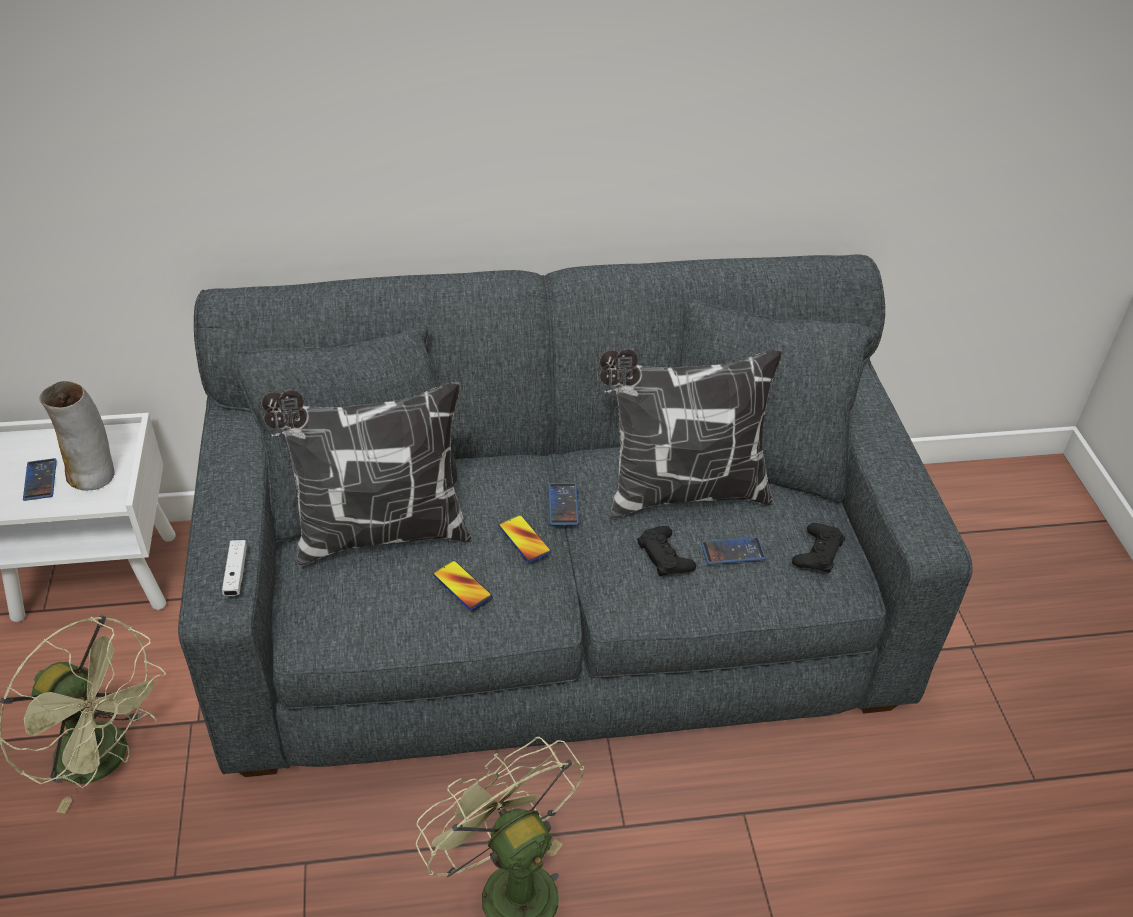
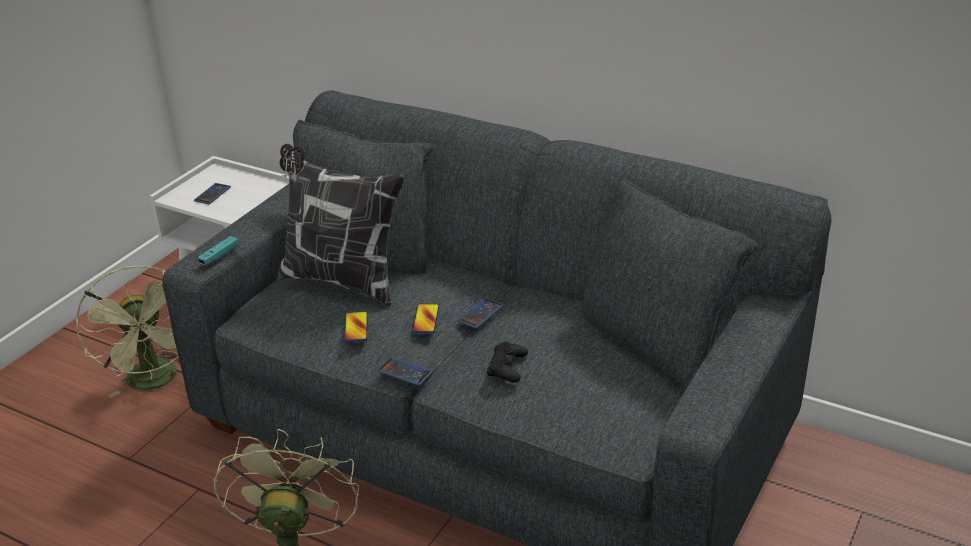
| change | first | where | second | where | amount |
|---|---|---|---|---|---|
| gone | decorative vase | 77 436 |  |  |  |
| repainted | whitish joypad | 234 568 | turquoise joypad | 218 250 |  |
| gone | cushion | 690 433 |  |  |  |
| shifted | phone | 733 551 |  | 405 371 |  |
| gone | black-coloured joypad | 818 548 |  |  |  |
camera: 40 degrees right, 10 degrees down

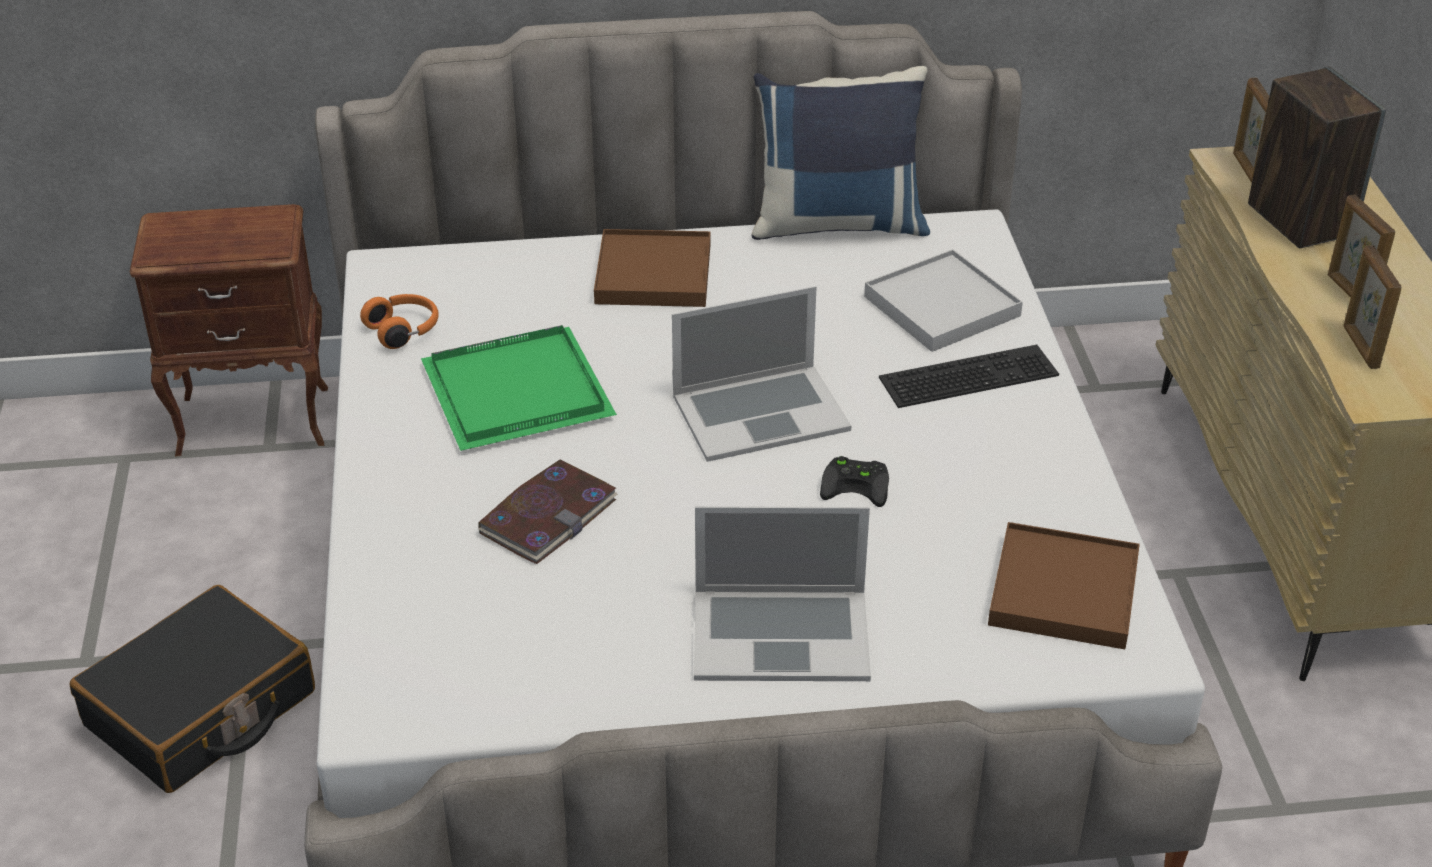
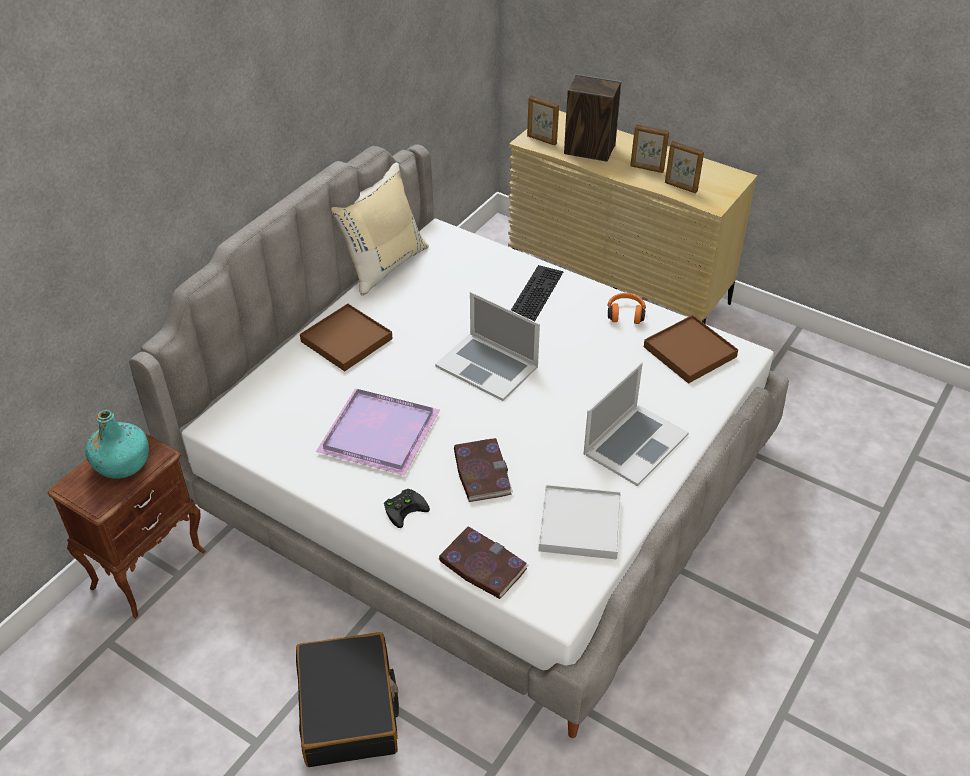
| change | first | where | second | where | amount |
|---|---|---|---|---|---|
| shifted | orange-coloured pair of headphones | 399 321 |  | 627 308 |  |
| repainted | greenish serving tray | 519 388 | purple-coloured serving tray | 378 432 |  |
| rotated | laptop | 761 374 |  | 487 346 | 105 degrees clockwise |
| repainted | bluish cushion | 840 153 | beige cushion | 380 229 |  |
| shifted | black-coloured joypad | 854 481 |  | 407 508 |  |
| shifted | whitish serving tray | 943 300 |  | 579 522 |  |
| new |  |  | turquoise bottle | 117 444 |  |
| new |  |  | book | 484 562 |  |
camera: 50 degrees left, 5 degrees up

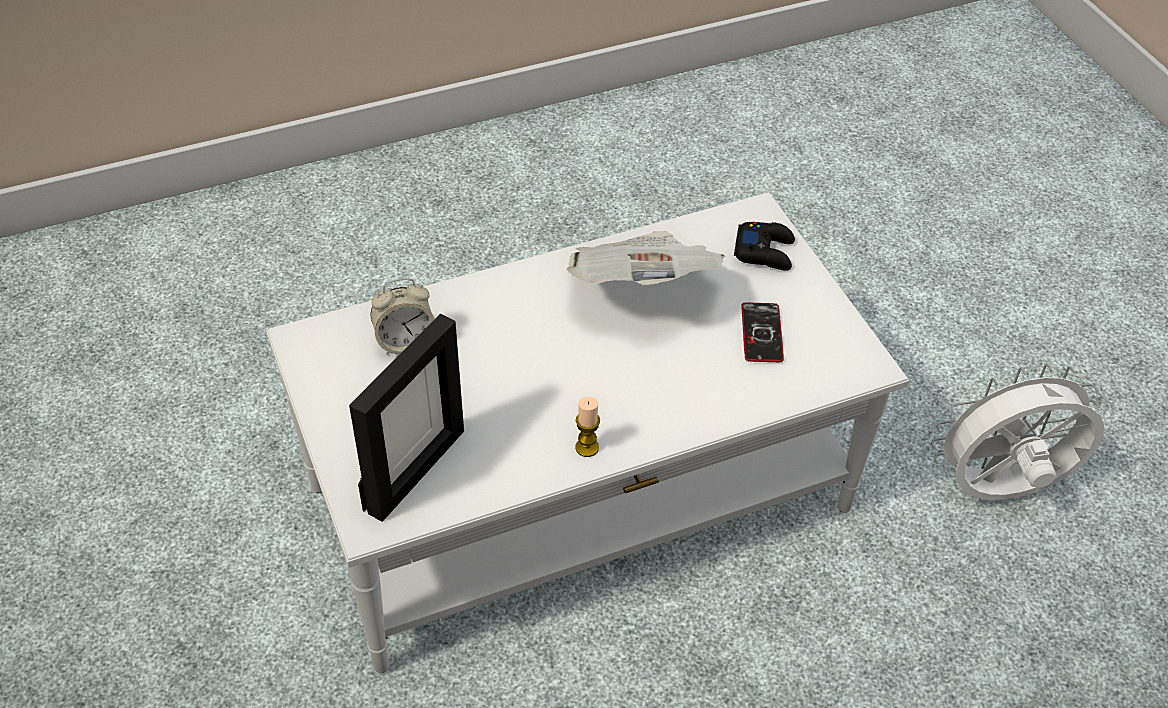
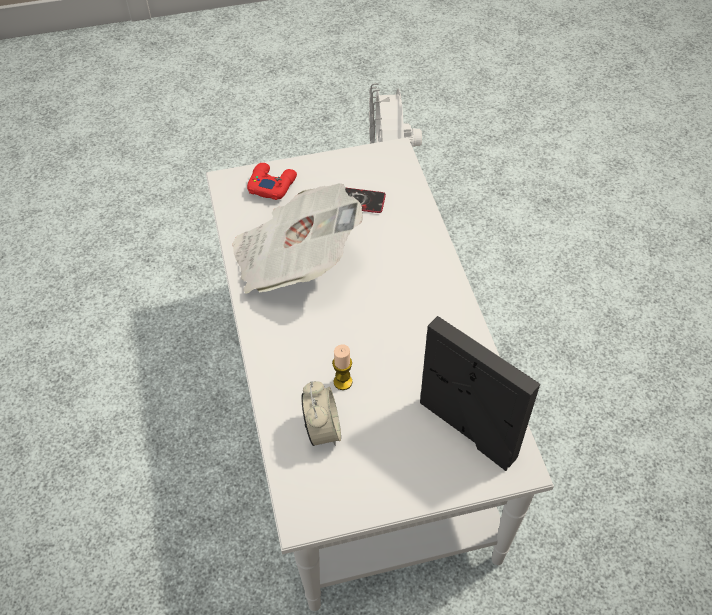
| change | first | where | second | where | amount |
|---|---|---|---|---|---|
| shifted | wax candle | 587 427 |  | 342 367 |  |
| repainted | black-coloured joypad | 764 246 | red joypad | 272 181 |  |
camera: 80 degrees left, 5 degrees up

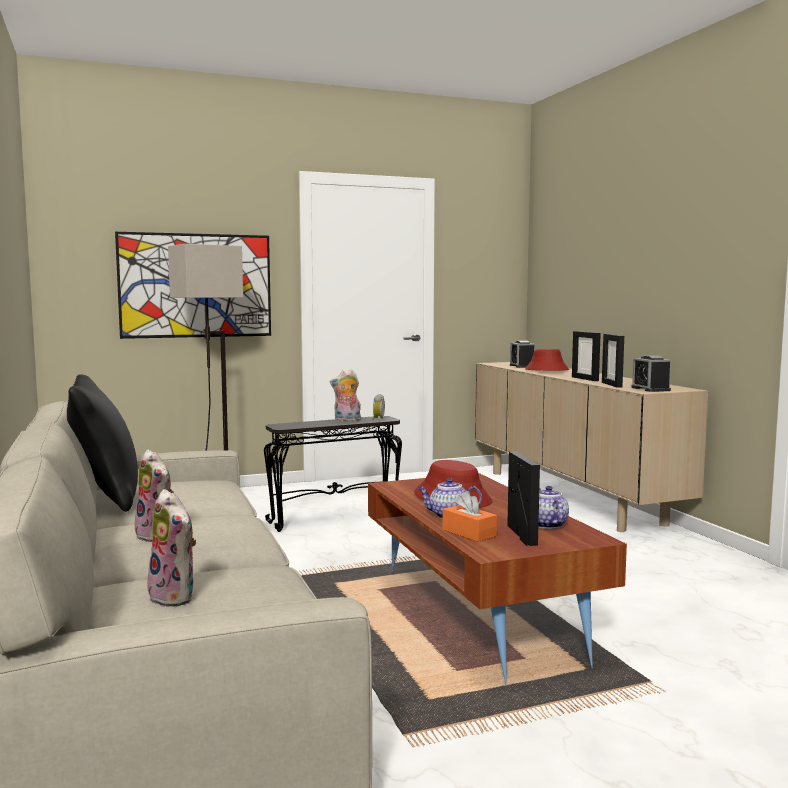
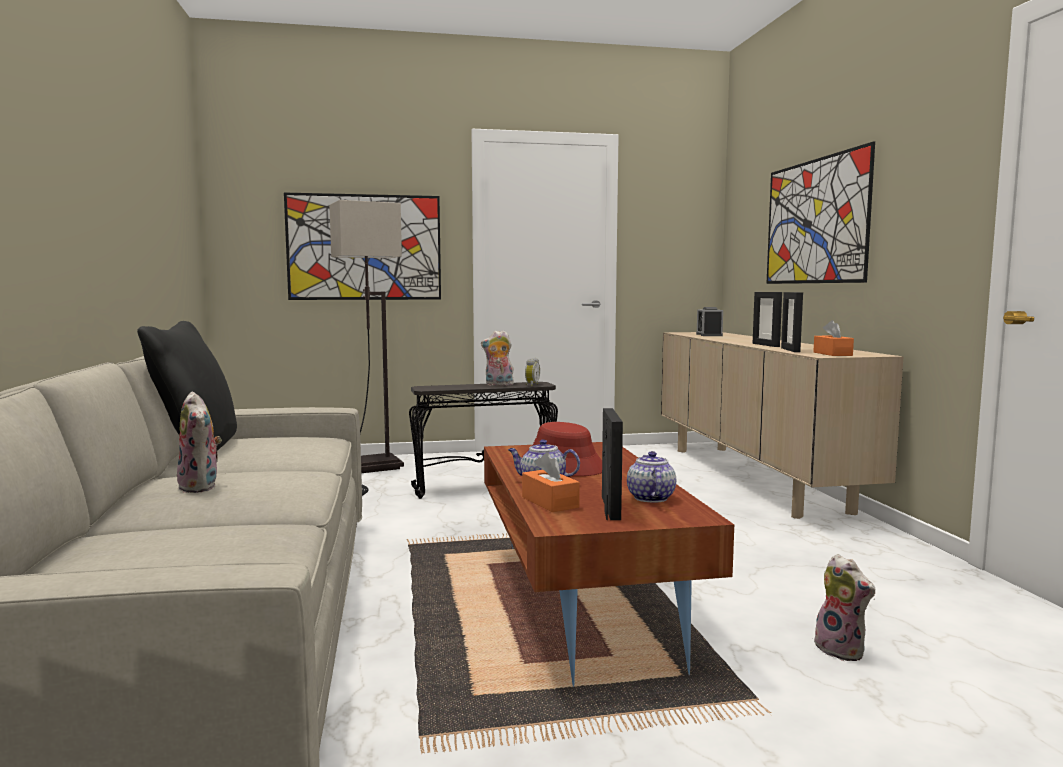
| change | first | where | second | where | amount |
|---|---|---|---|---|---|
| shifted | plush toy | 170 548 |  | 843 607 |  |
| gone | red hat | 547 360 |  |  |  |
| swapped | table clock | 651 373 | orange-coloured tissue holder | 833 338 |  |
| new |  |  | wall picture | 820 213 |  |
camera: 10 degrees right, 0 degrees up

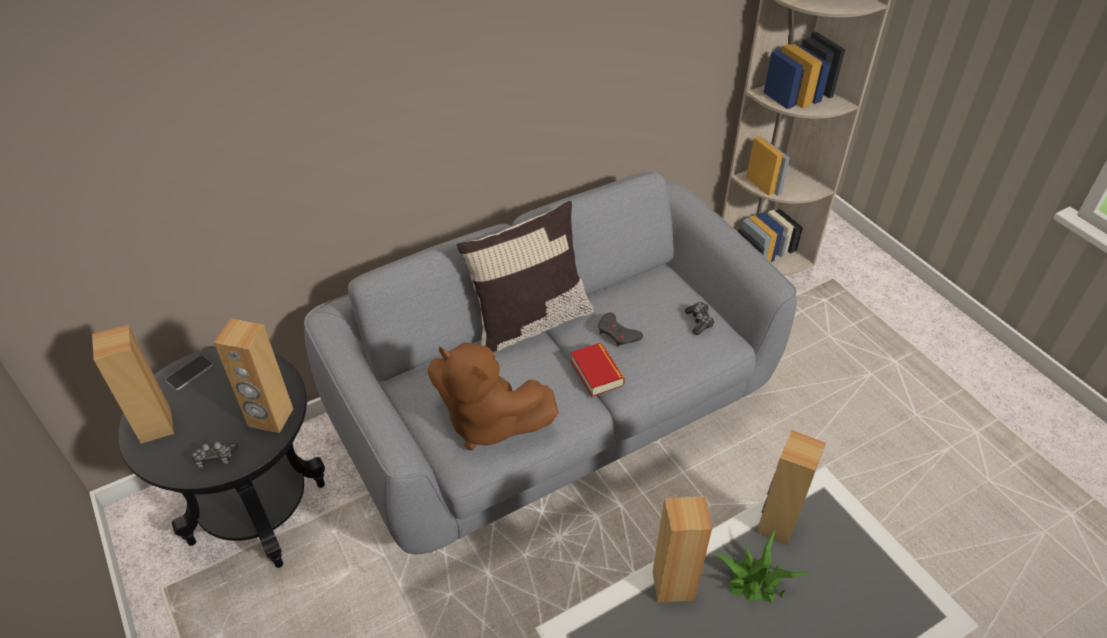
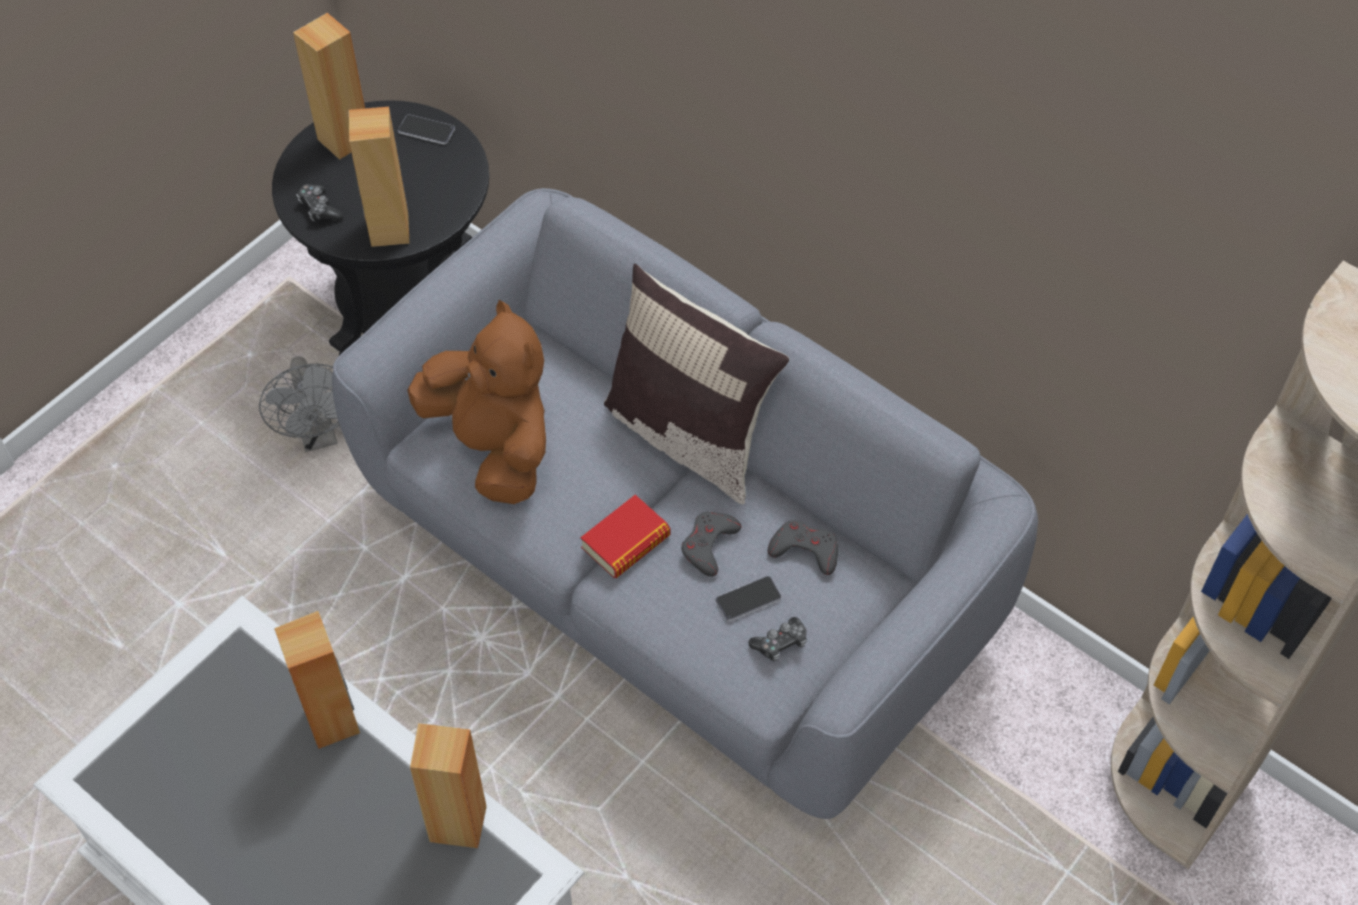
| change | first | where | second | where | amount |
|---|---|---|---|---|---|
| rotated | brown-coloured plush toy | 493 396 |  | 476 402 | 135 degrees clockwise |
| gone | houseplant | 762 566 |  |  |  |
| new |  |  | grey electric fan | 299 404 |  |
| new |  |  | phone | 749 598 |  |
| new |  |  | grey joypad | 803 547 |  |
camera: 70 degrees right, 10 degrees up

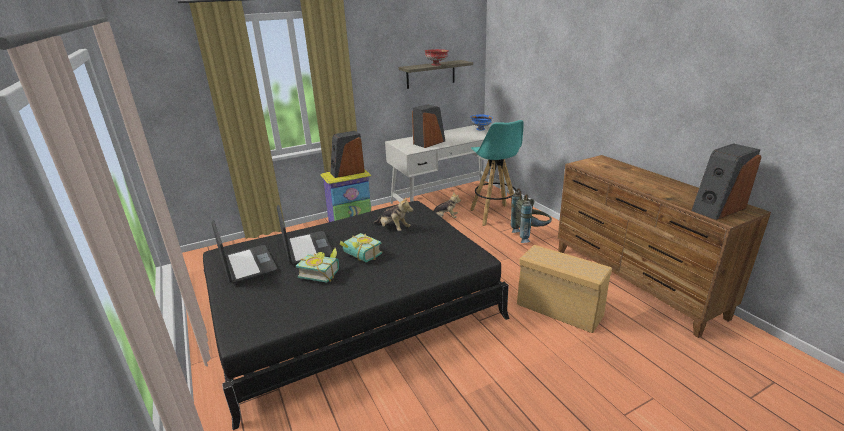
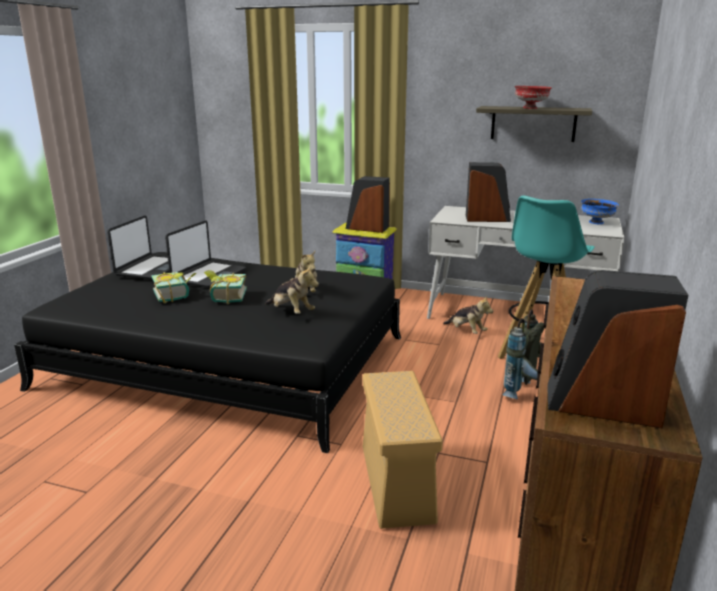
| change | first | where | second | where | amount |
|---|---|---|---|---|---|
| new |  |  | plush toy | 292 290 |  |
camera: 45 degrees right, 5 degrees down

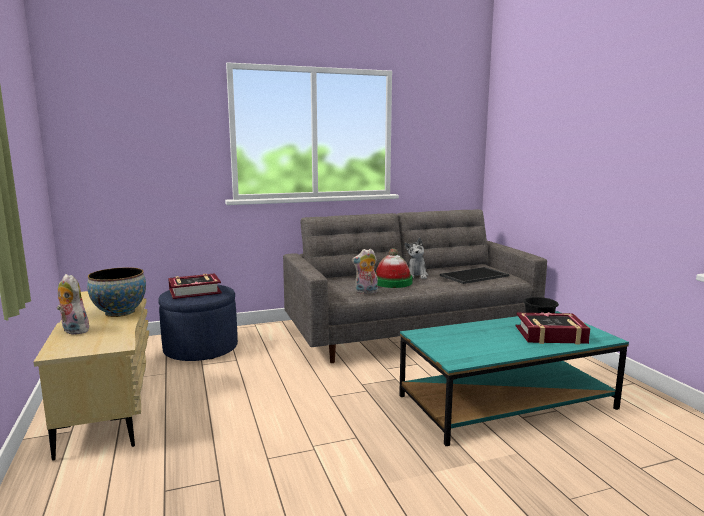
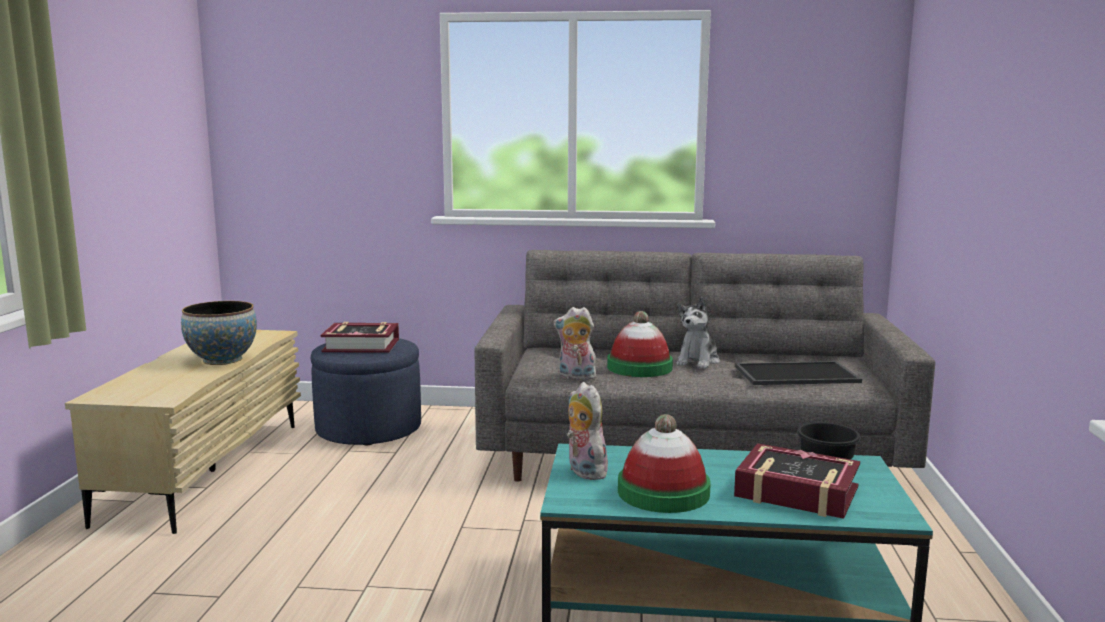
| change | first | where | second | where | amount |
|---|---|---|---|---|---|
| shifted | plush toy | 73 304 |  | 587 431 |  |
| new |  |  | hat | 664 463 |  |
camera: 25 degrees right, 0 degrees up

